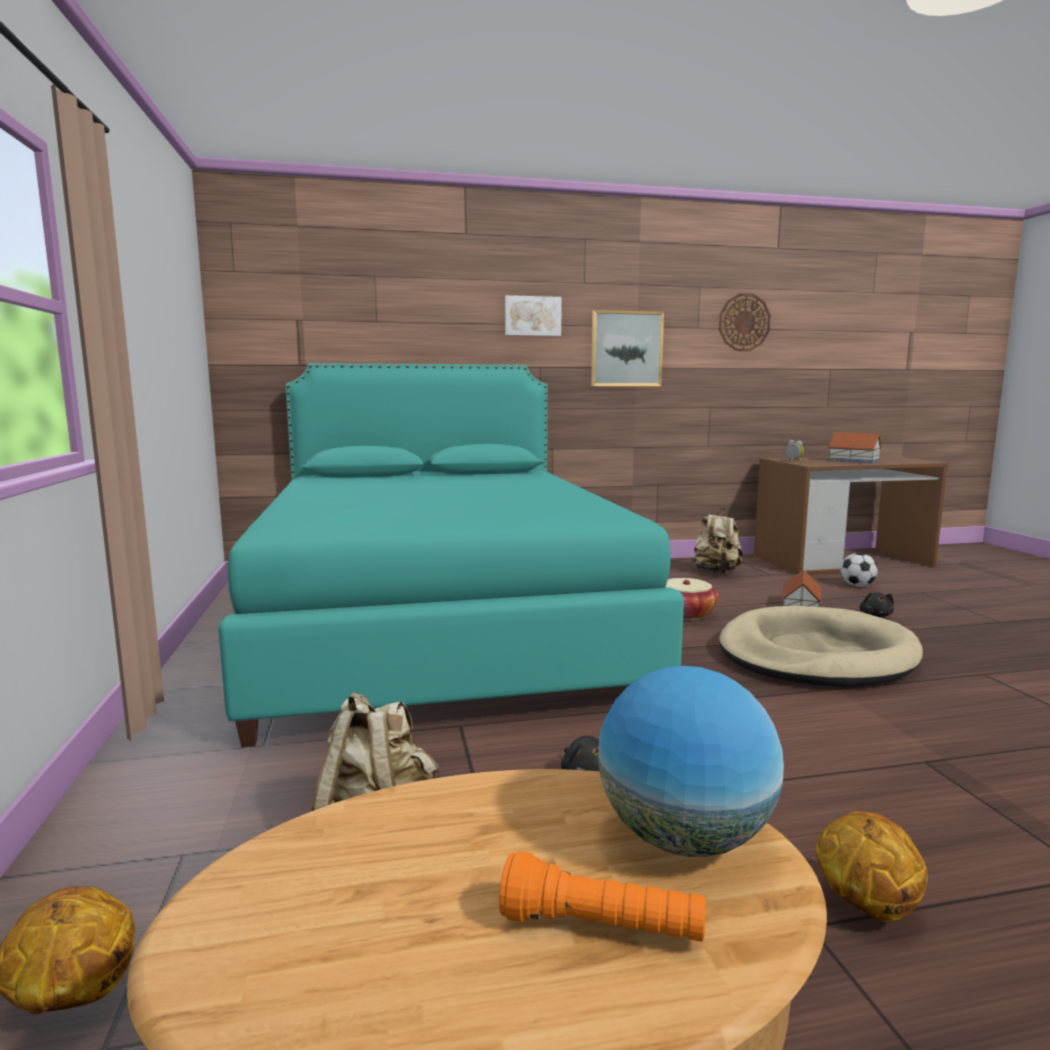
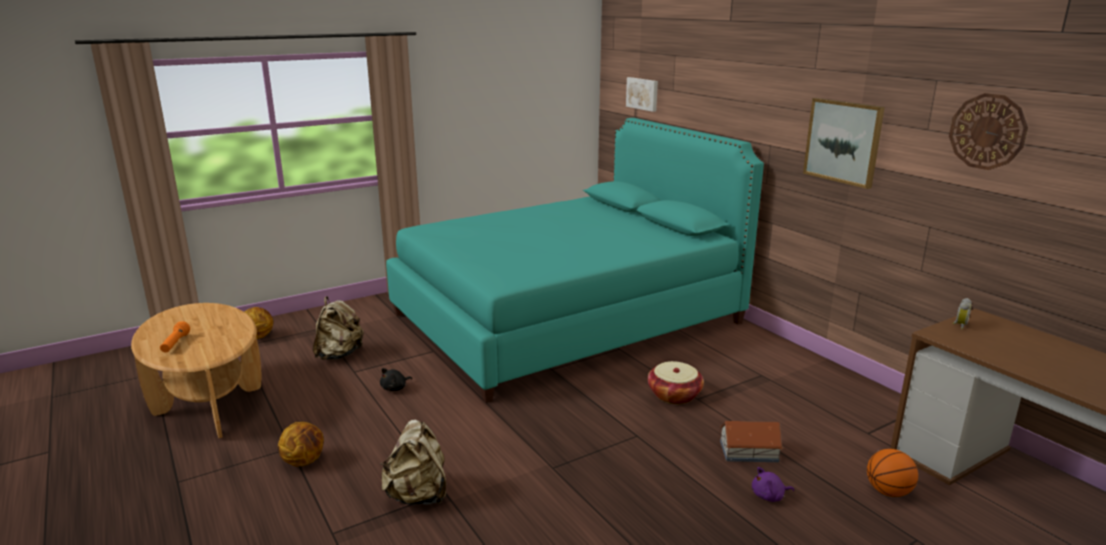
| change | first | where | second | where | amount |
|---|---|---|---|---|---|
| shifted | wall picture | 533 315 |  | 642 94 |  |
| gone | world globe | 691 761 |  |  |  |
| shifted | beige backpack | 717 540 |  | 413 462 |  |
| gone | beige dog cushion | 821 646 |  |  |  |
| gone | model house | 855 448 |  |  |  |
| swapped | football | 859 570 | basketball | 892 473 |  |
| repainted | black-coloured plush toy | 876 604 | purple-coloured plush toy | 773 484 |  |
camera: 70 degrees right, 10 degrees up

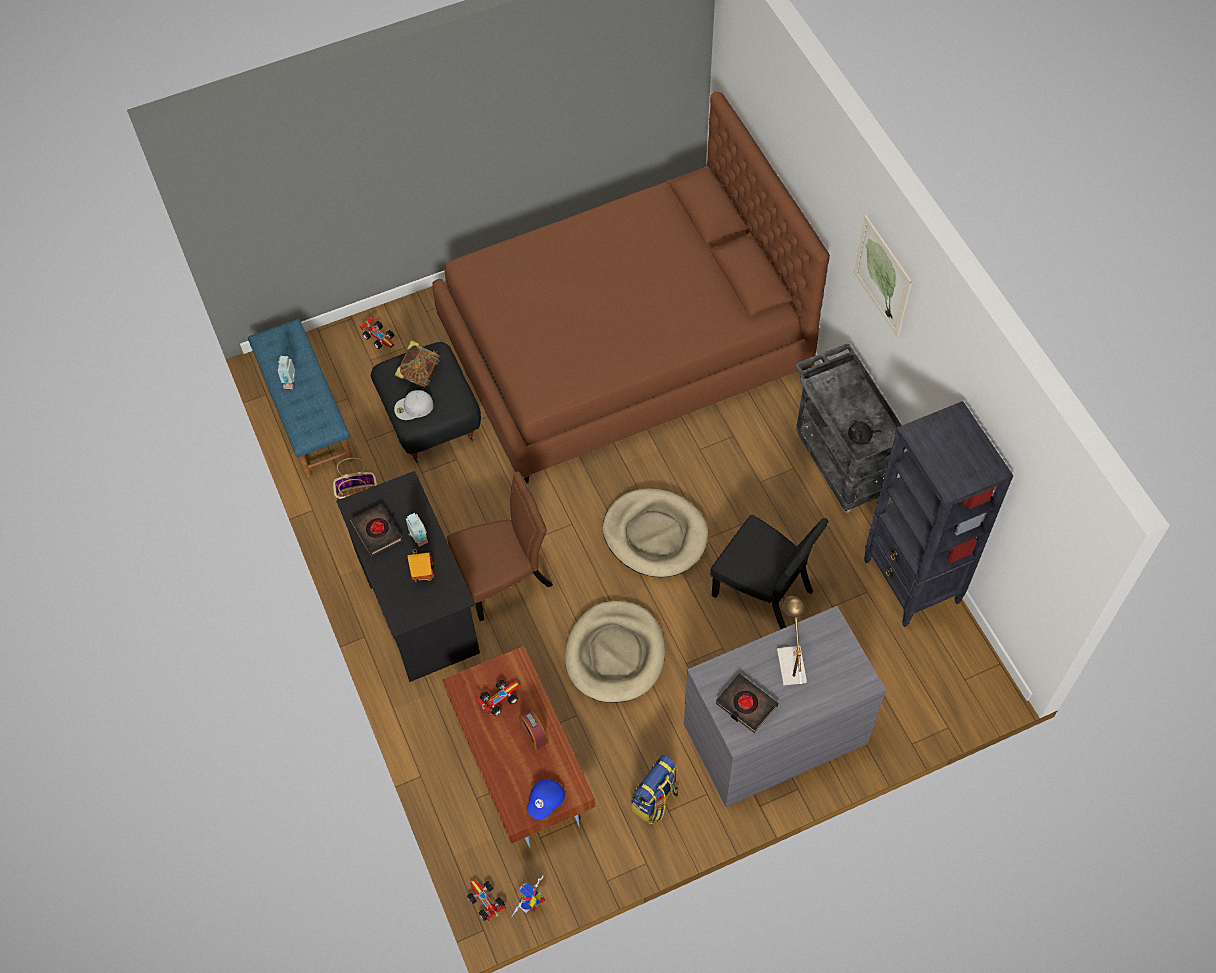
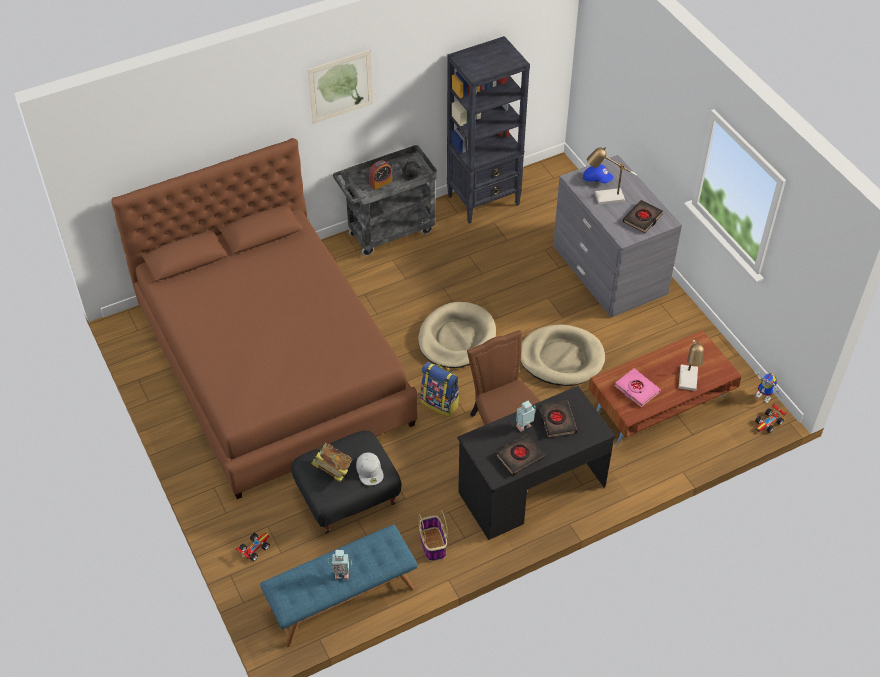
| change | first | where | second | where | amount |
|---|---|---|---|---|---|
| swapped | model house | 421 565 | black-coloured book | 558 419 |  |
| swapped | toy car | 498 698 | pinkish book | 638 387 |  |
| shifted | table clock | 533 729 |  | 380 175 |  |
| shifted | bluish cap | 546 799 |  | 598 174 |  |
| shifted | backpack | 655 789 |  | 439 389 |  |
| gone | black-coloured chair | 769 572 |  |  |  |
| new |  |  | tabletop lamp | 691 365 |  |
camera: 95 degrees left, 10 degrees down

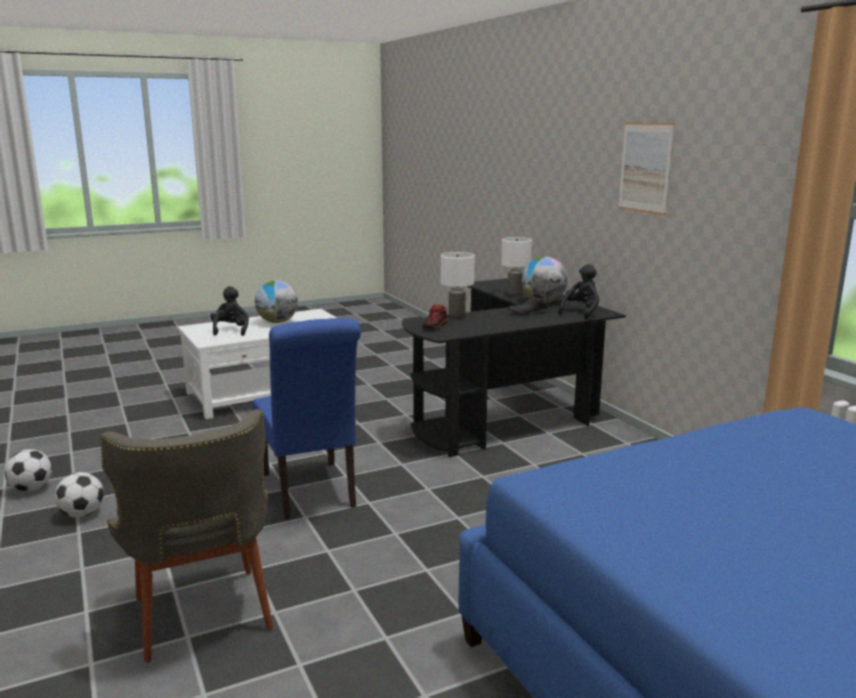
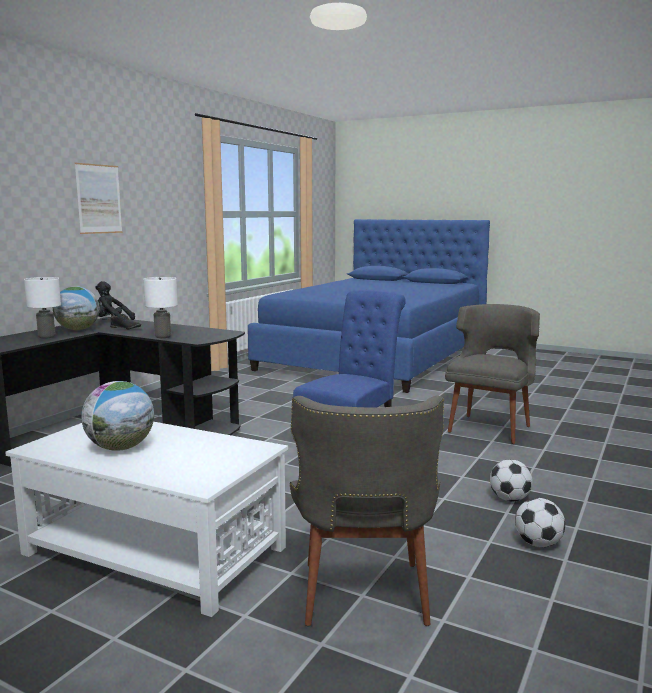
| change | first | where | second | where | amount |
|---|---|---|---|---|---|
| gone | black-coloured plush toy | 229 311 |  |  |  |
| gone | item of footwear | 435 316 |  |  |  |
| new |  |  | grey chair | 367 511 |  |
camera: 125 degrees left, 5 degrees down

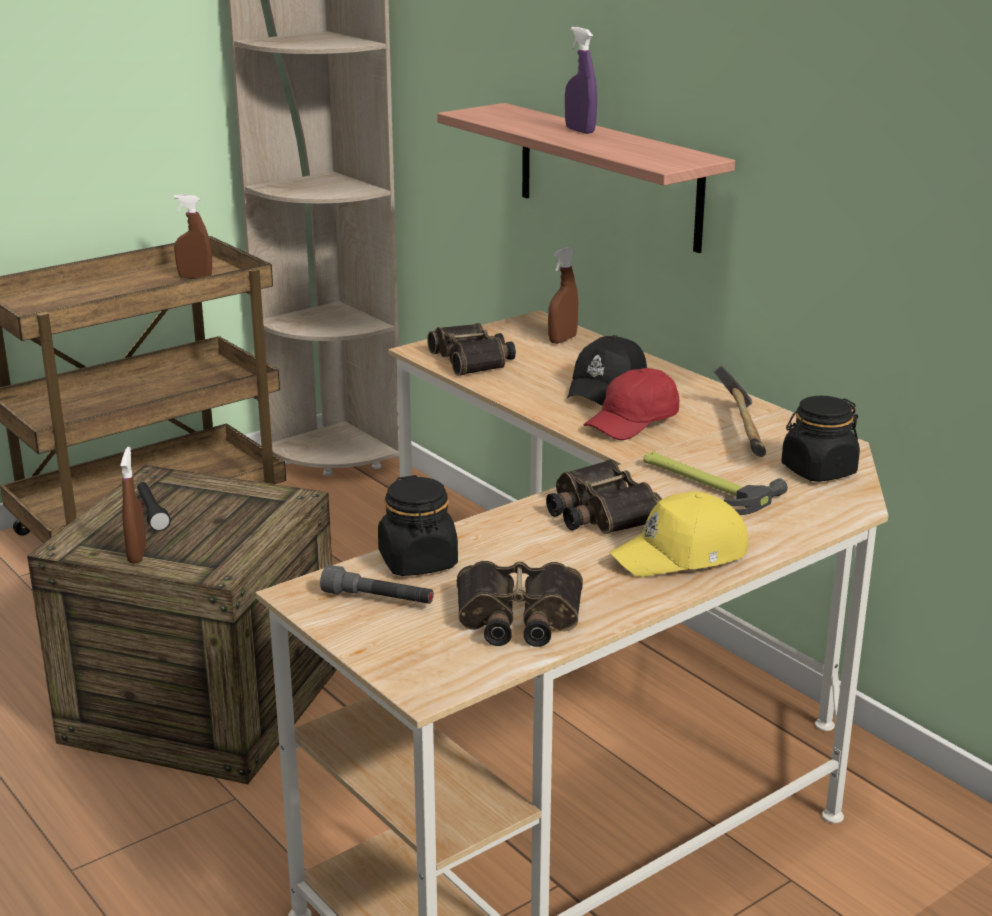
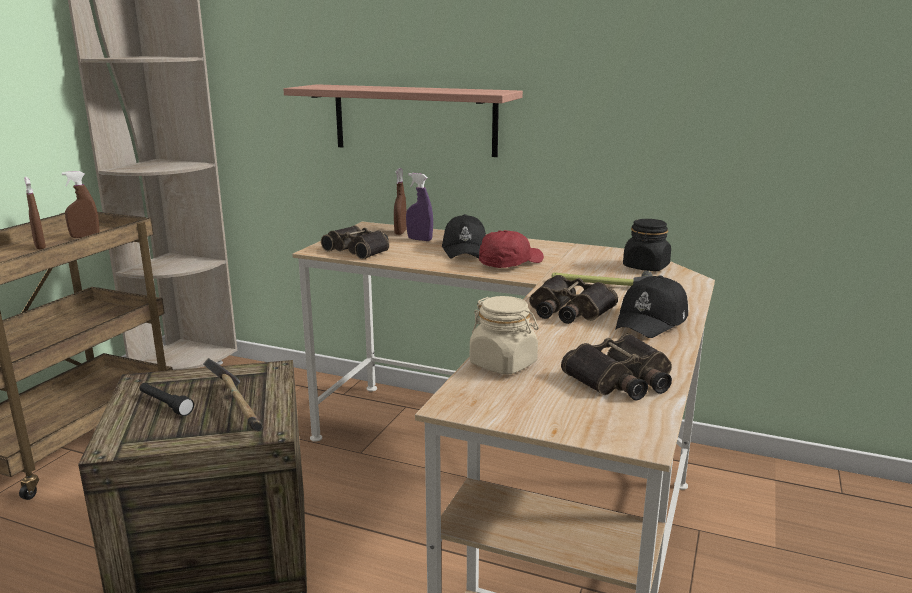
| change | first | where | second | where | amount |
|---|---|---|---|---|---|
| shifted | brown-coloured sprayer | 133 505 |  | 35 213 |  |
| gone | grey flashlight | 377 584 |  |  |  |
| repainted | black-coloured jar | 418 525 | beige jar | 504 335 |  |
| shifted | purple-coloured sprayer | 581 80 |  | 419 207 |  |
| rotated | red cap | 631 404 |  | 511 249 | 150 degrees counterclockwise |
| repainted | yellow-coloured cap | 678 534 | black-coloured cap | 651 306 |  |
| shifted | hand hammer | 739 411 |  | 233 394 |  |
camera: 30 degrees left, 5 degrees down

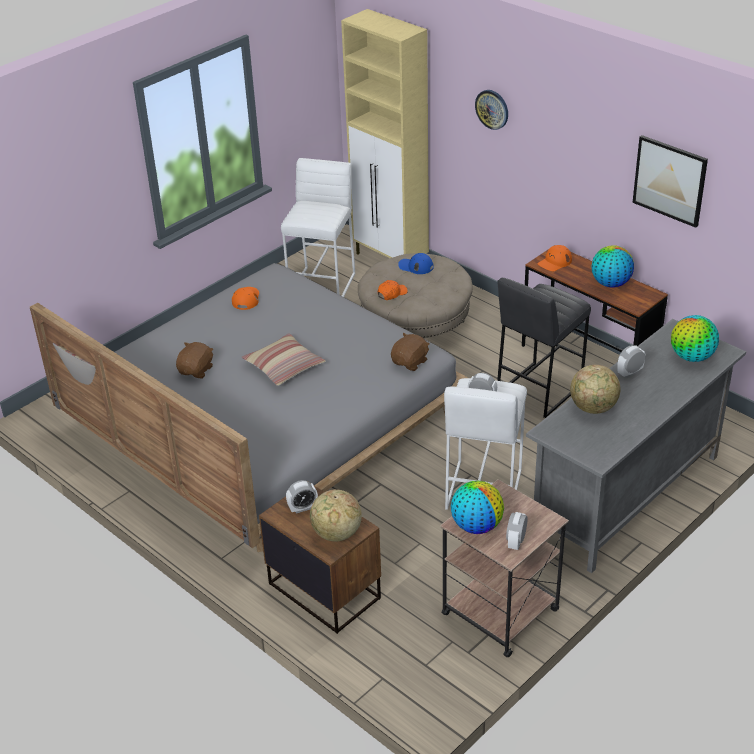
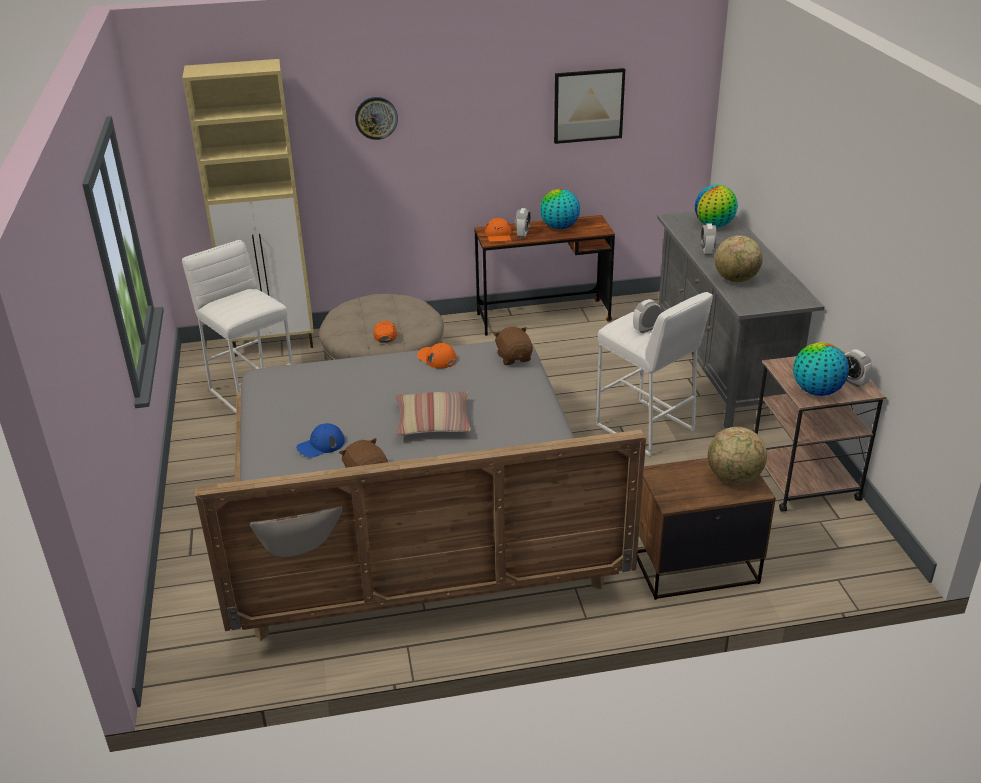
| change | first | where | second | where | amount |
|---|---|---|---|---|---|
| shifted | orange-coloured cap | 245 298 |  | 437 355 |  |
| shifted | table clock | 302 497 |  | 523 223 |  |
| shifted | bluish cap | 416 263 |  | 320 440 |  |
| gone | grey stool seat | 544 348 |  |  |  |
camera: 55 degrees left, 5 degrees down

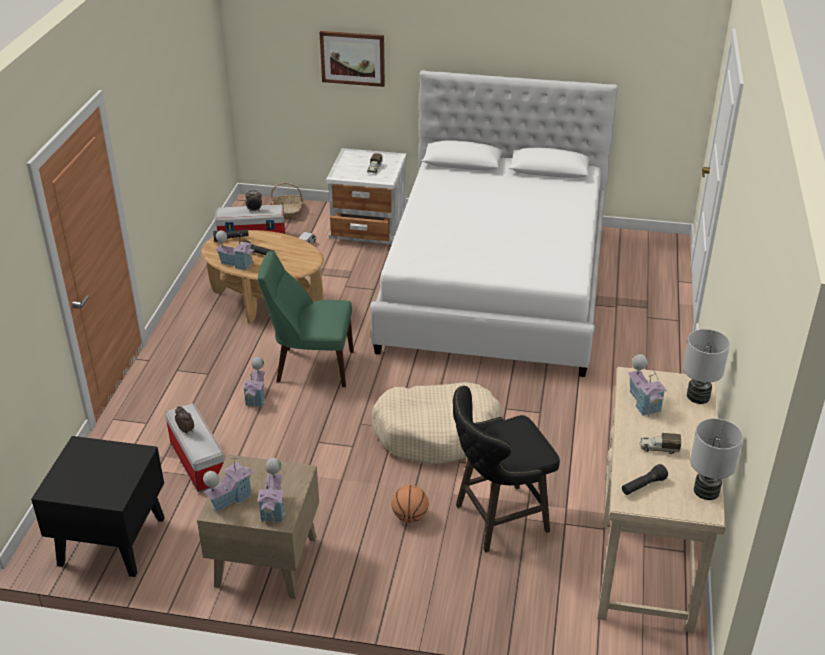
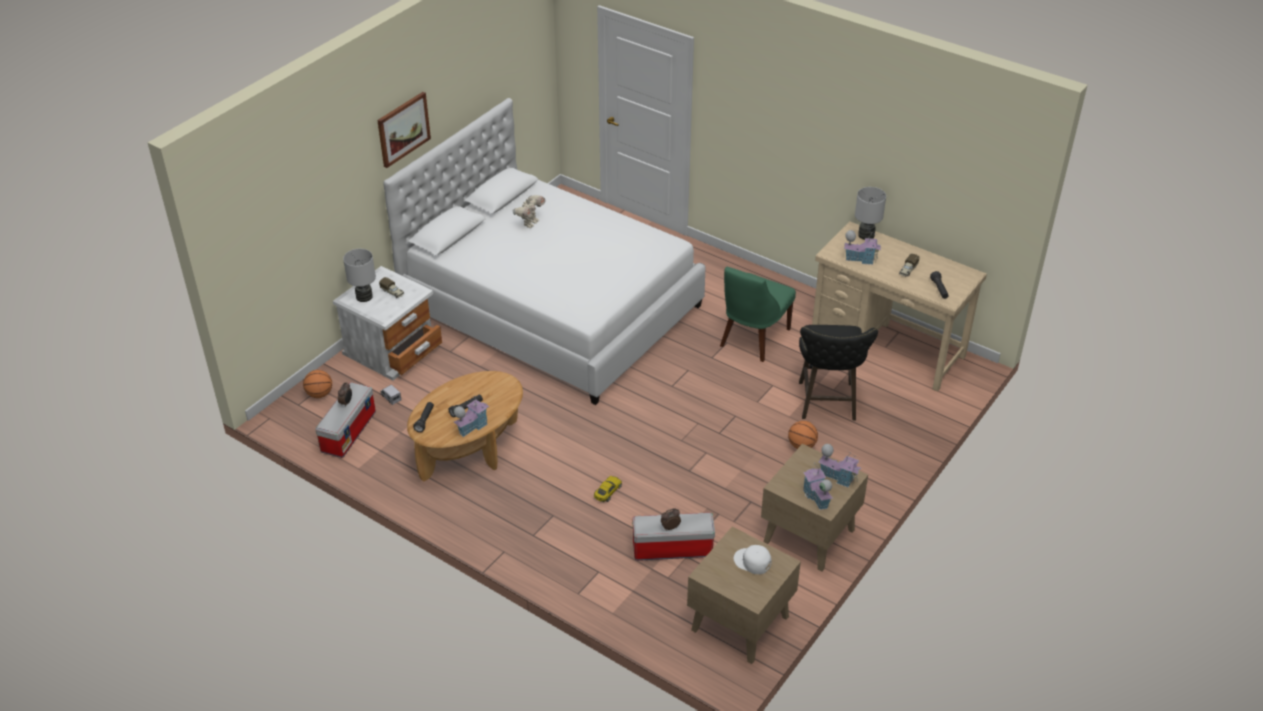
| change | first | where | second | where | amount |
|---|---|---|---|---|---|
| repainted | black-coloured nightstand | 98 506 | beige nightstand | 744 595 |  |
| swapped | model house | 254 383 | yellow-coloured toy car | 607 489 |  |
| shifted | greenish chair | 306 319 |  | 758 314 |  |
| swapped | household basket | 287 201 | basketball | 317 384 |  |
| shifted | wall picture | 352 59 |  | 404 130 |  |
| gone | beige dog cushion | 437 423 |  |  |  |
| shifted | grey tabletop lamp | 716 459 |  | 359 275 |  |
| new |  |  | model robot | 528 211 |  |
| new |  |  | whitish cap | 753 559 |  |
camera: 65 degrees left, 5 degrees up

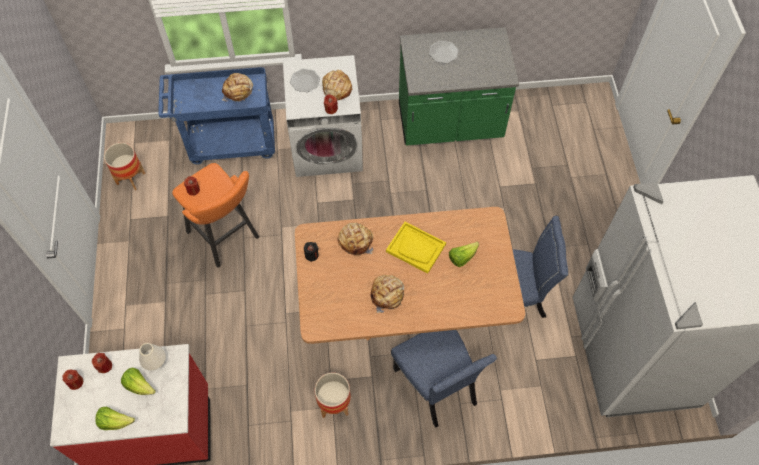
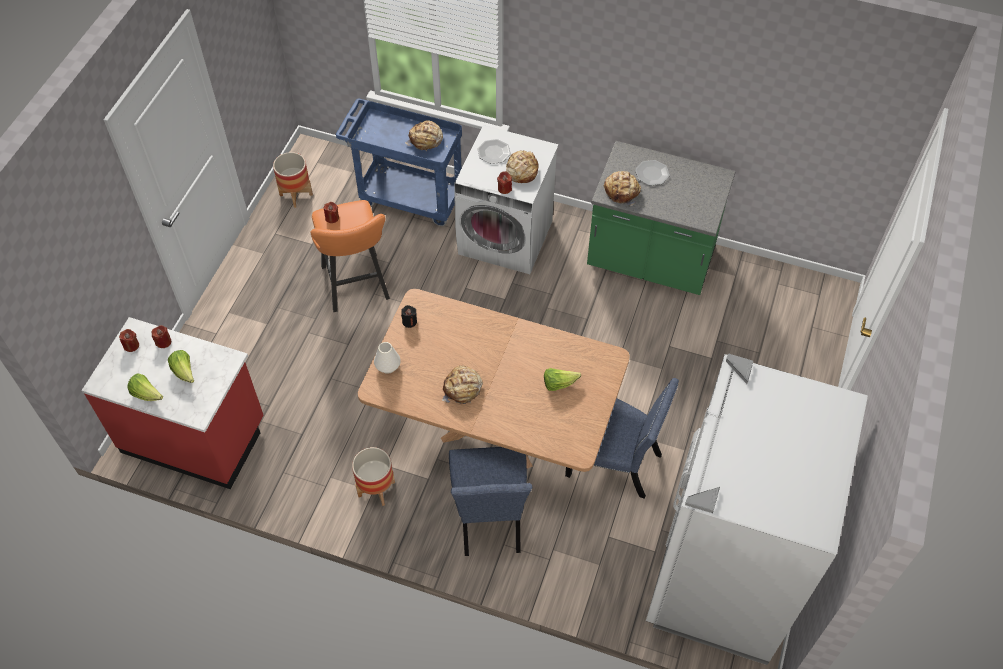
| change | first | where | second | where | amount |
|---|---|---|---|---|---|
| shifted | whitish decorative vase | 152 356 |  | 387 358 |  |
| shifted | bread | 355 239 |  | 622 188 |  |
| gone | yellow-coloured serving tray | 416 248 |  |  |  |
camera: 25 degrees right, 5 degrees down

